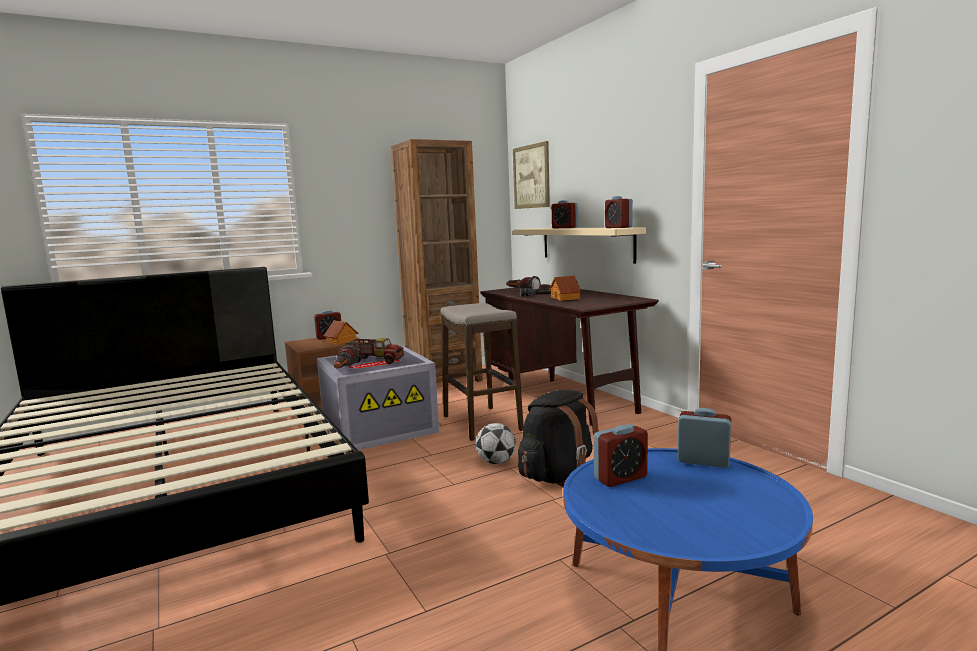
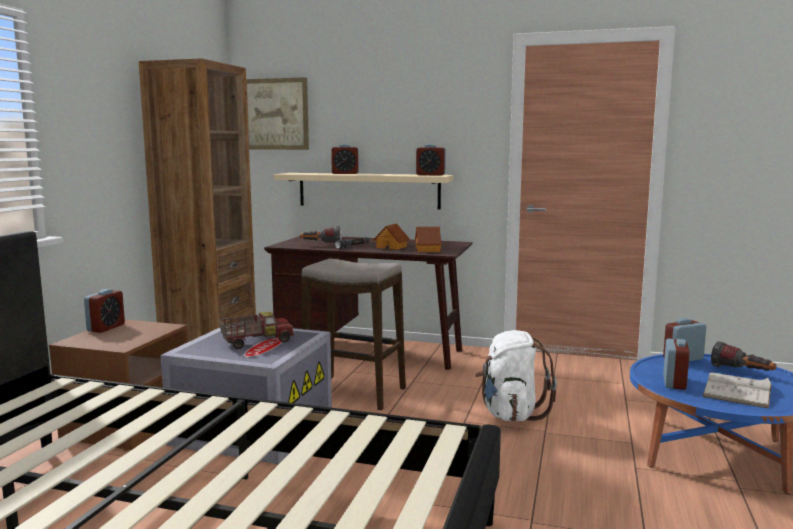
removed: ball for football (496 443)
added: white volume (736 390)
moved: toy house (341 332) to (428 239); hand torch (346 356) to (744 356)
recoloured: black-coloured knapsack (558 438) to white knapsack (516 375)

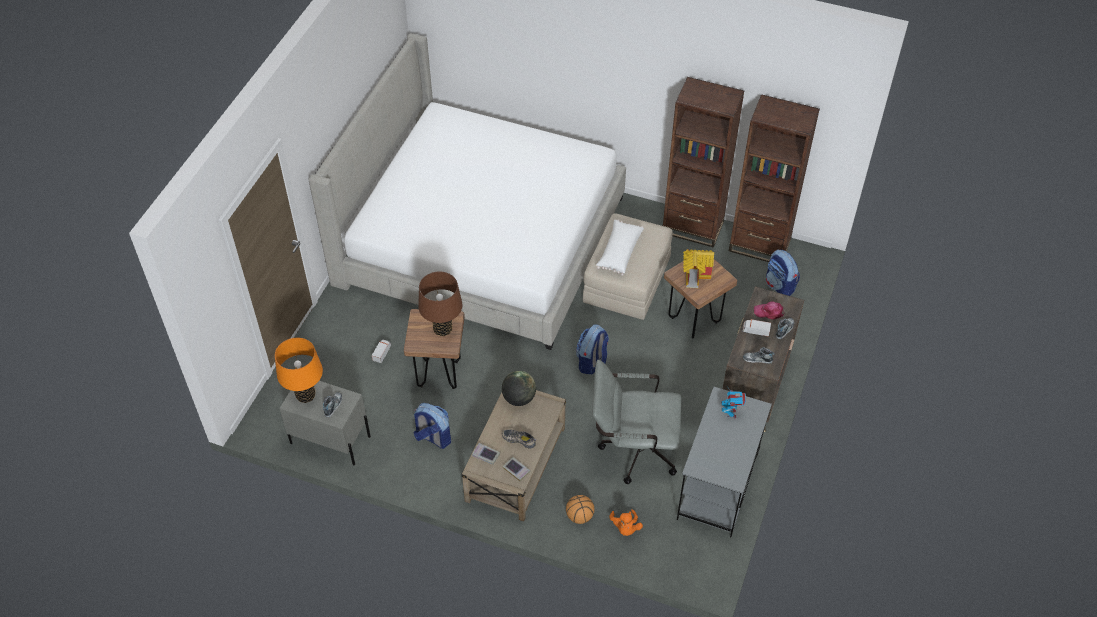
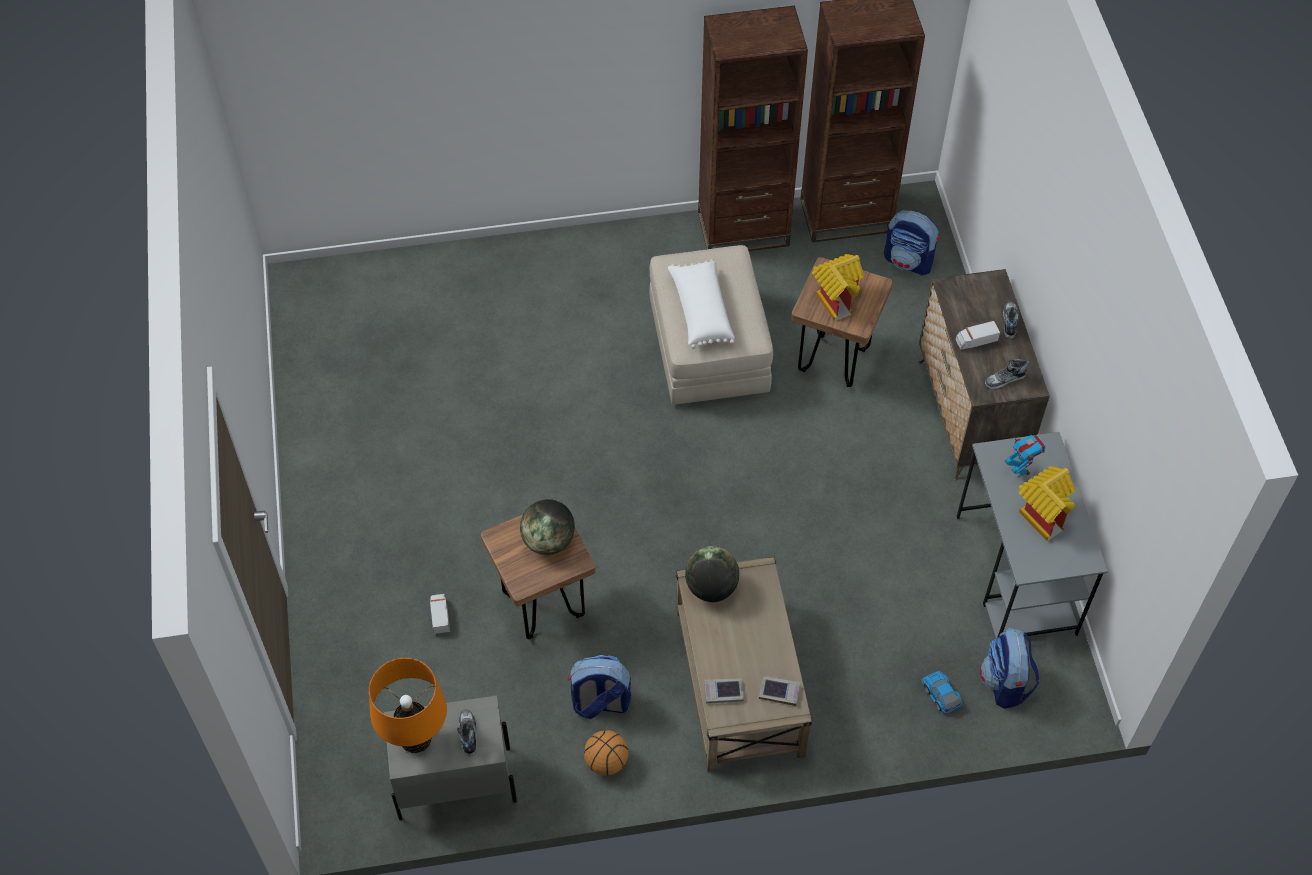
removed: bedroom bed (467 191); shoe (519 439); grey office chair (636 422); pinkish peaked cap (769 311)
added: toy house (1047 503)
moved: basketball ball (580 509) to (606 753); knapsack (592 349) to (1009 668)
replaced: brownish tabletop lamp (440 303) to desk globe (547 527); orange soft toy (626 522) to toy car (941 692)

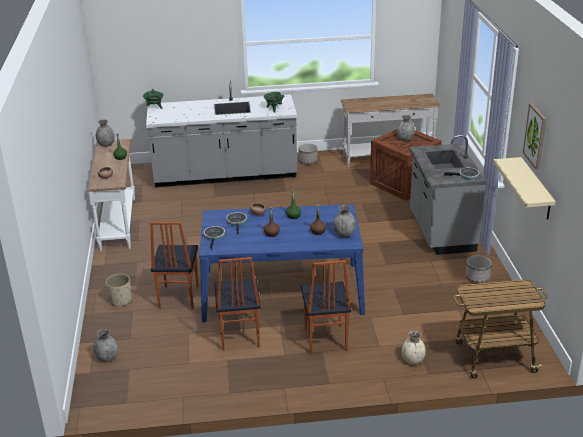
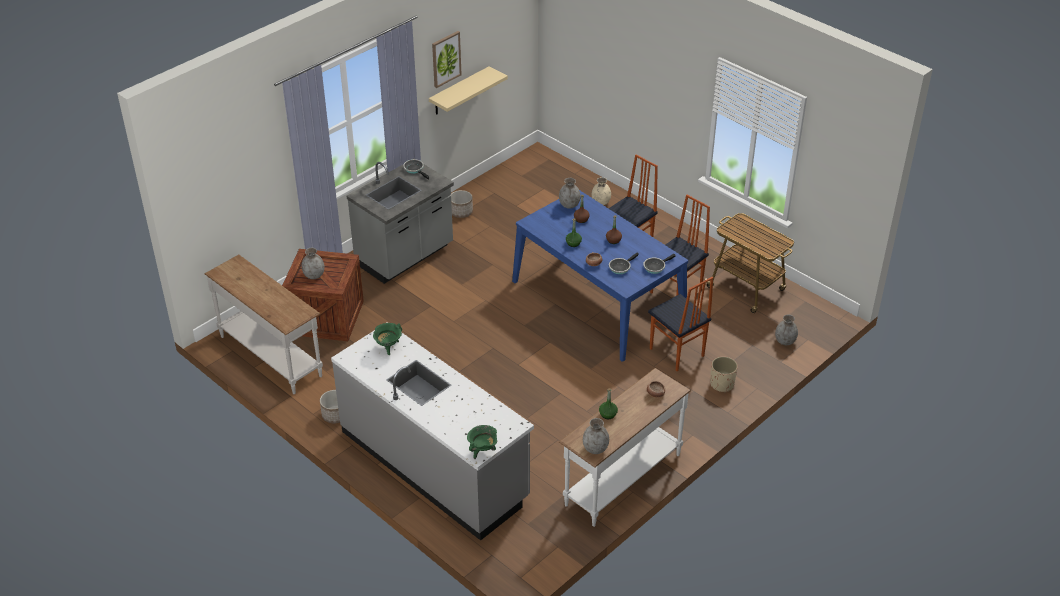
moved: cart (501 329) to (749 263)
turned: plain chair (174 265) = (680 324) 90 degrees clockwise

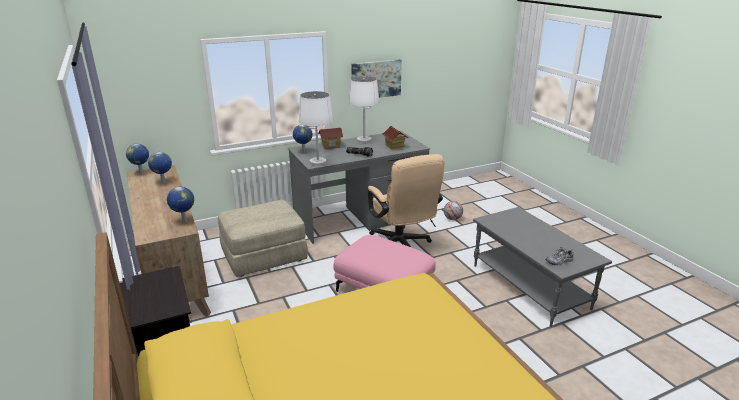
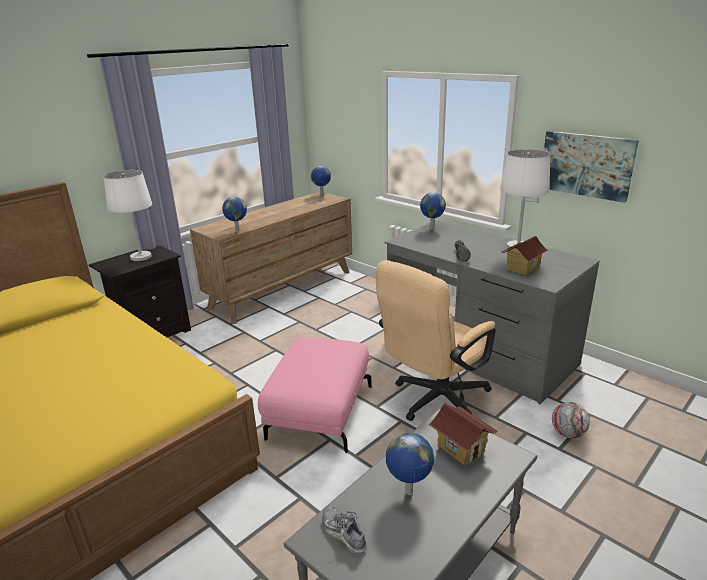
removed: beige ottoman (263 238)
moved: desk globe (160 167) to (410 464); white tabletop lamp (316 128) to (127 215); toy house (330 138) to (463 434)

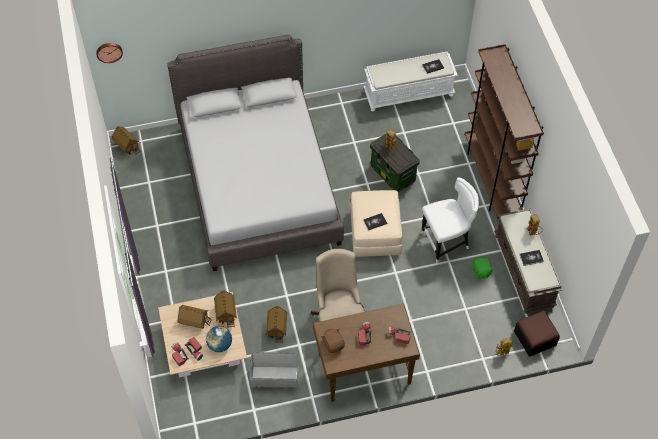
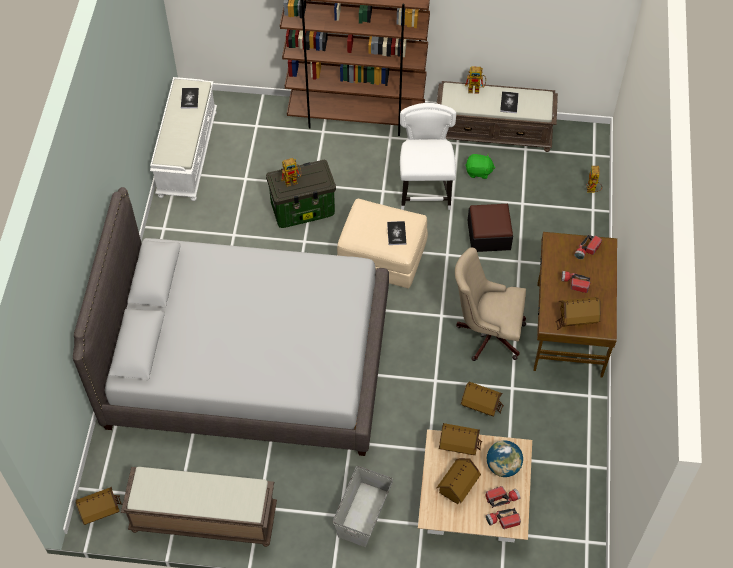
removed: clock on the wall (109 53)
added: brownish bench (199 507)
moved: grey storage box (274 369) to (363 506); ottoman (537 334) to (490 228)
replaced: brownish soft toy (333 340) to toy house (578 313)

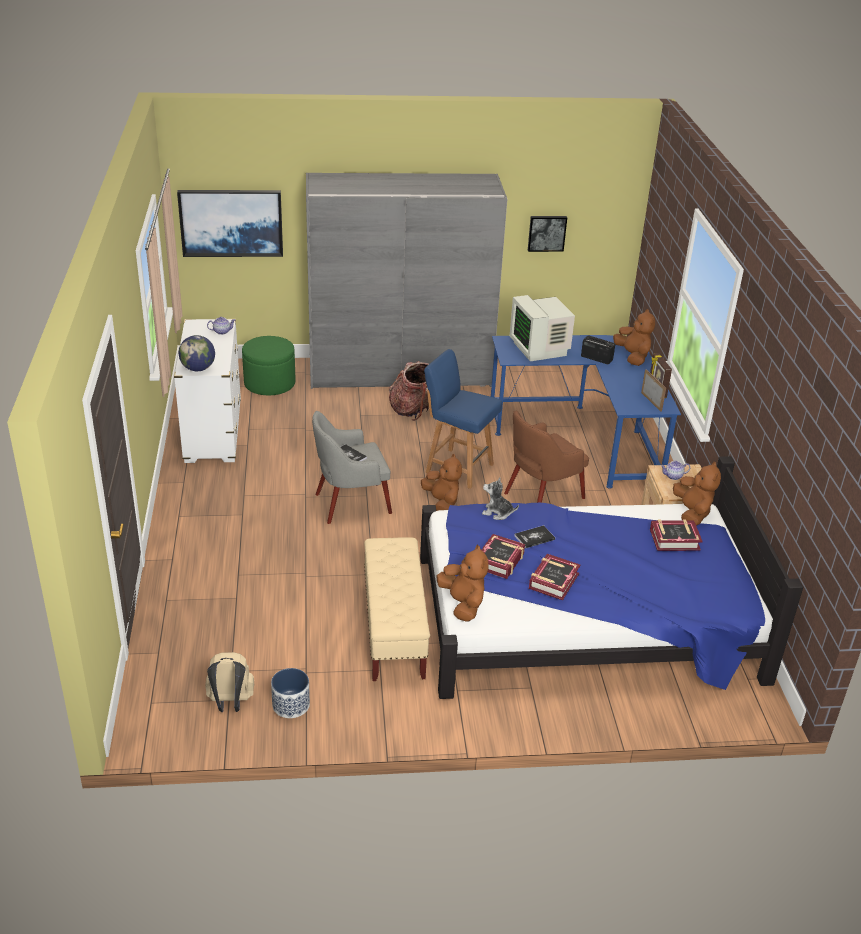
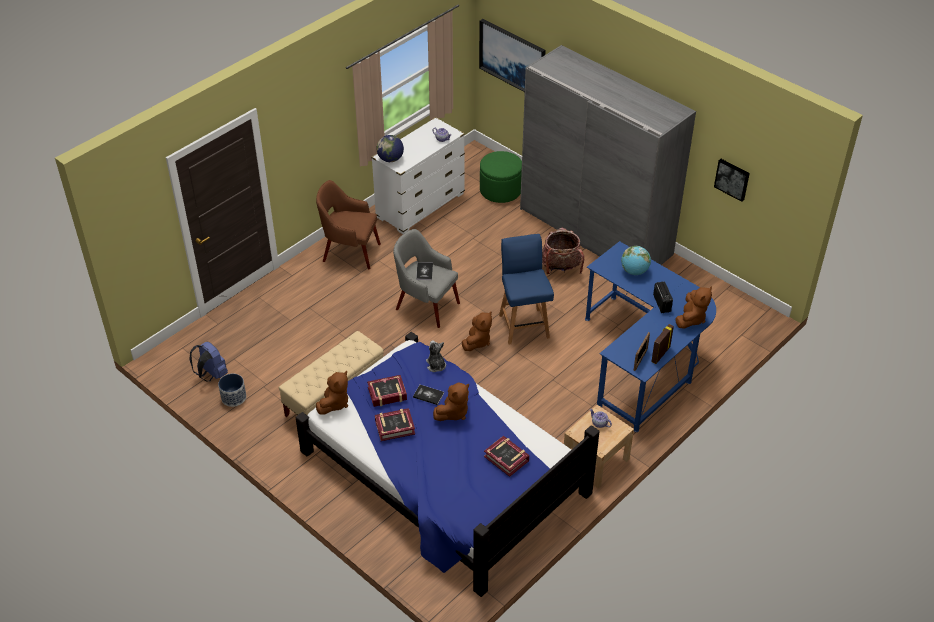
moved: brownish easy chair (546 457) to (348 224); brownish soft toy (697 493) to (451 401)
replaced: monitor (542 328) to desk globe (636 260)
recoloured: beige knapsack (229 682) to blue-coloured knapsack (208 361)

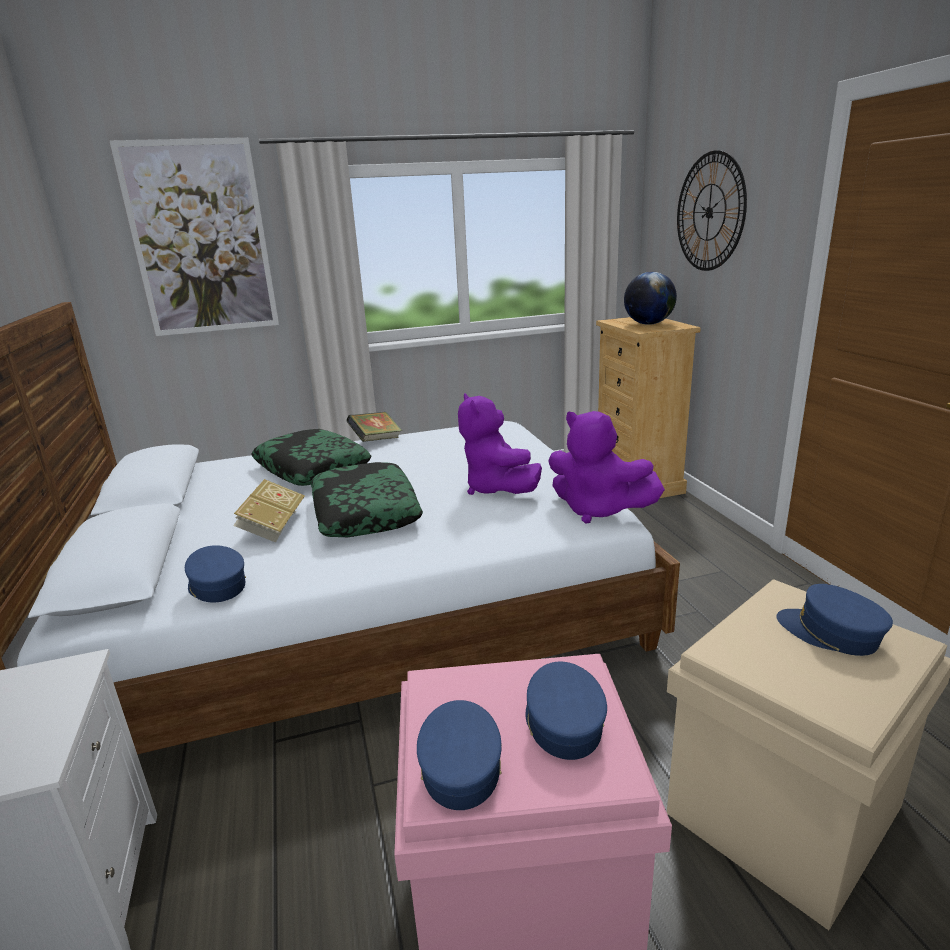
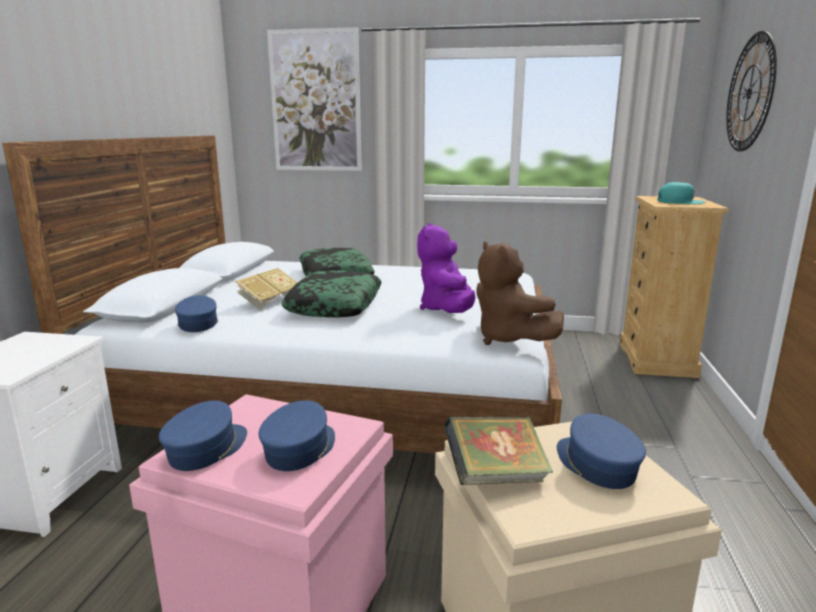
moved: volume (374 427) to (498 451)
replaced: desk globe (650 298) to blue-green peaked cap (681 193)
recoloured: purple-coloured soft toy (606 467) to brownish soft toy (520 293)

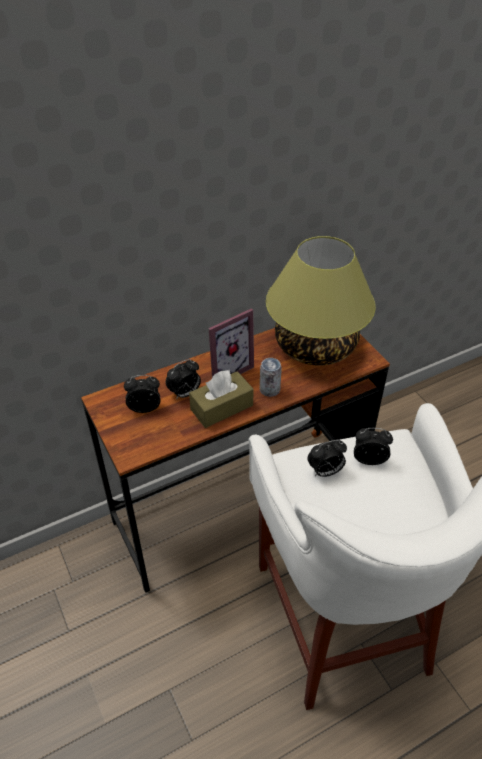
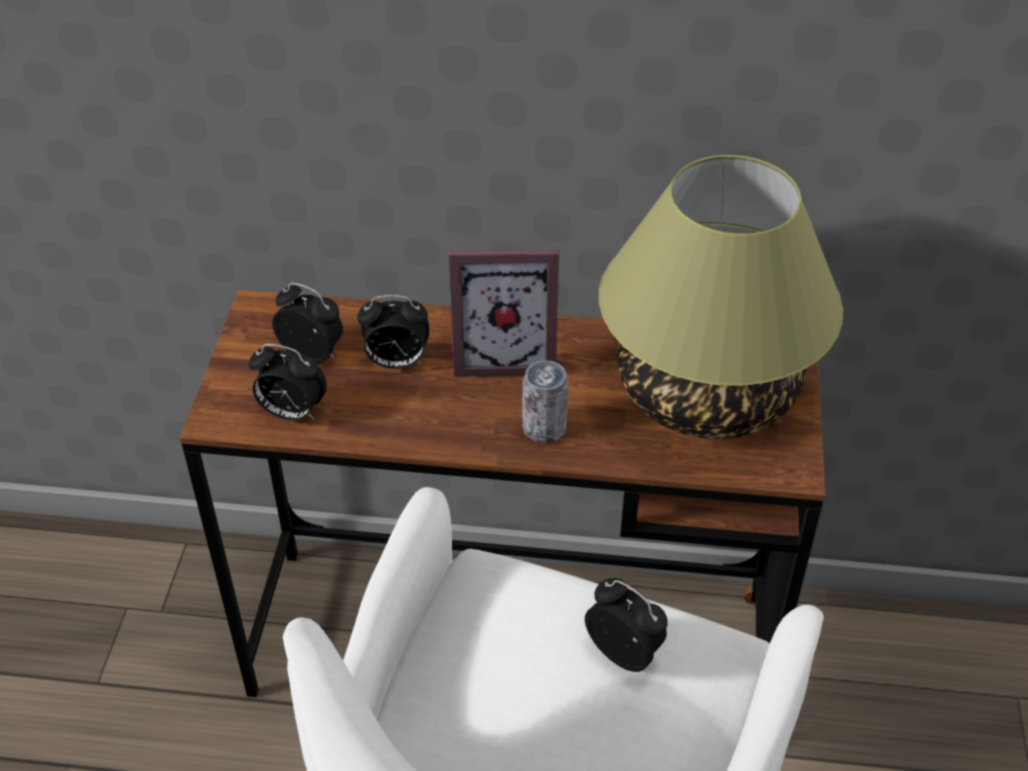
removed: brownish tissue holder (221 399)
moved: bedside clock (327 458) to (288 382)

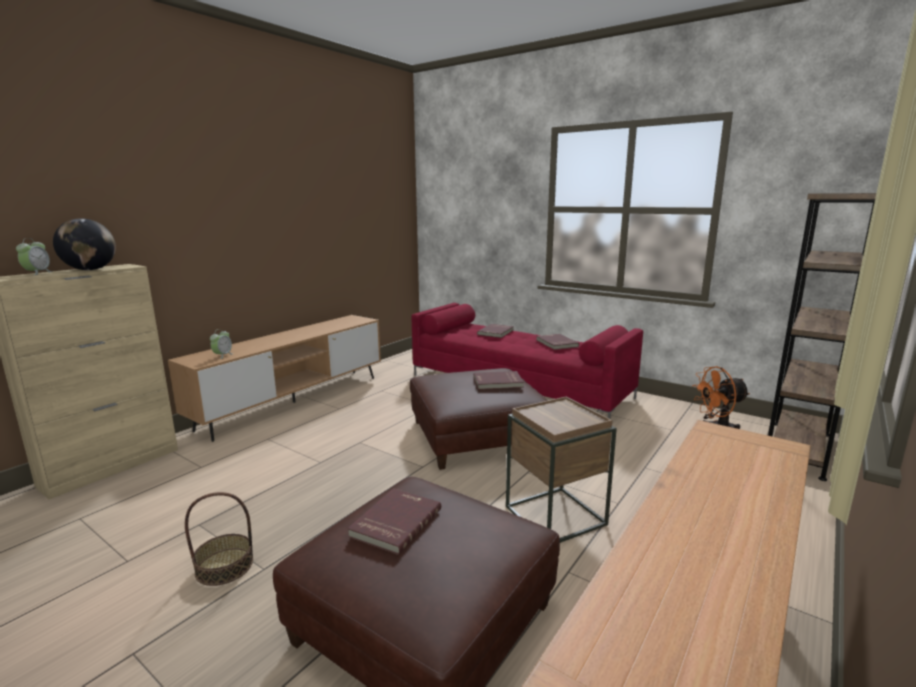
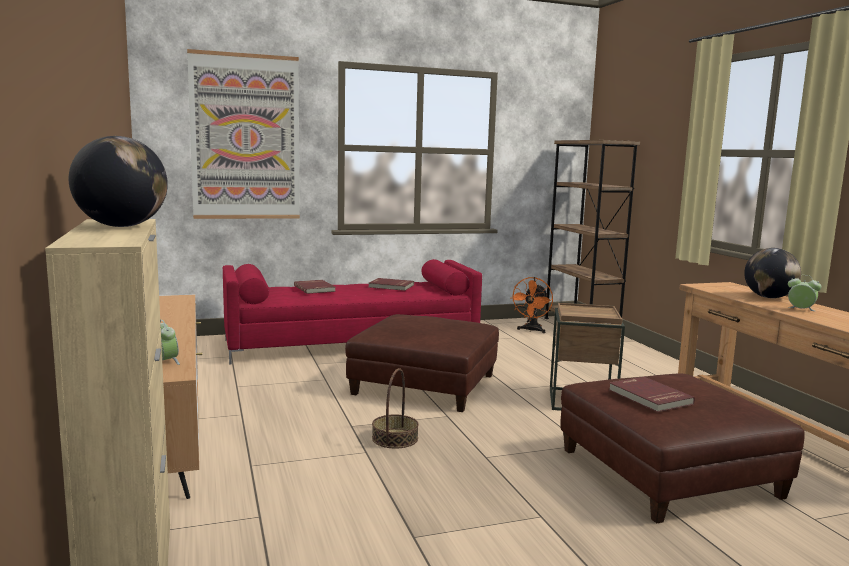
removed: reddish volume (499 380)
added: wall art (243 134); desk globe (772 273)
moved: bedside clock (34 256) to (804 293); storage basket (219 539) to (395 408)

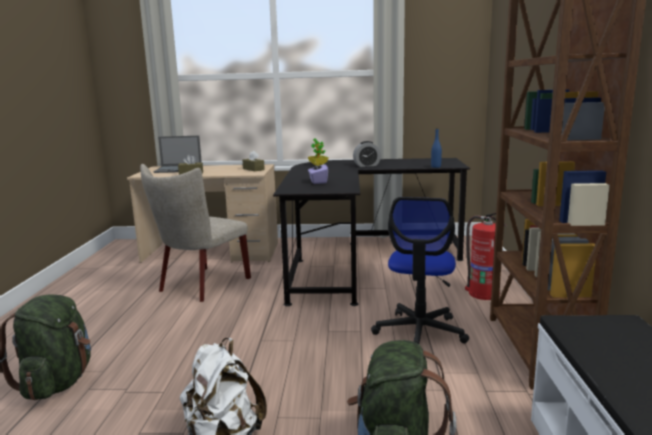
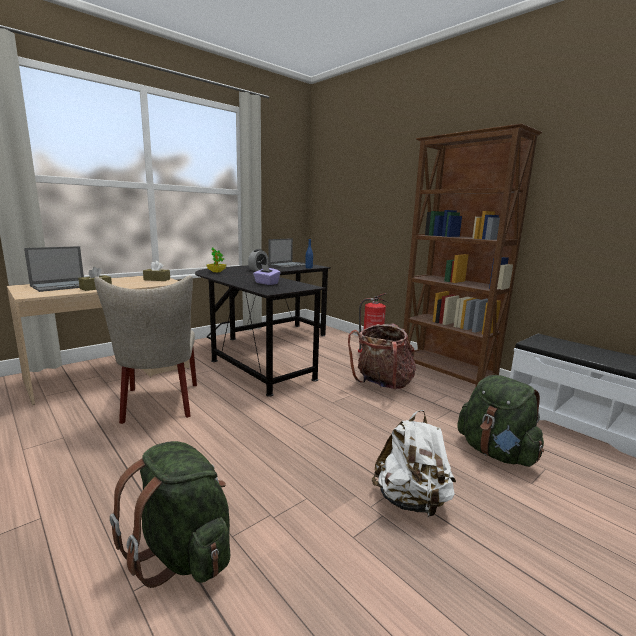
added: notebook computer (287 253)
replaced: office chair (420 270) to knapsack (382 356)

